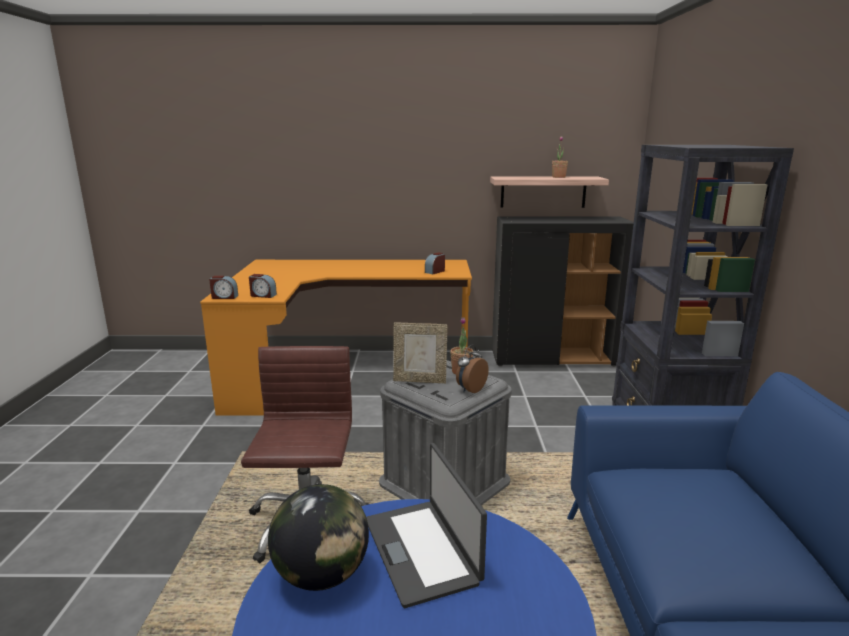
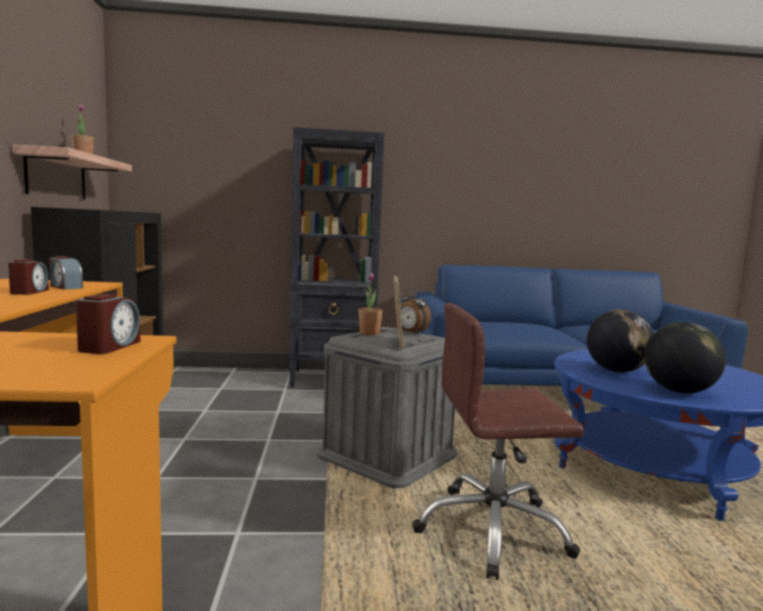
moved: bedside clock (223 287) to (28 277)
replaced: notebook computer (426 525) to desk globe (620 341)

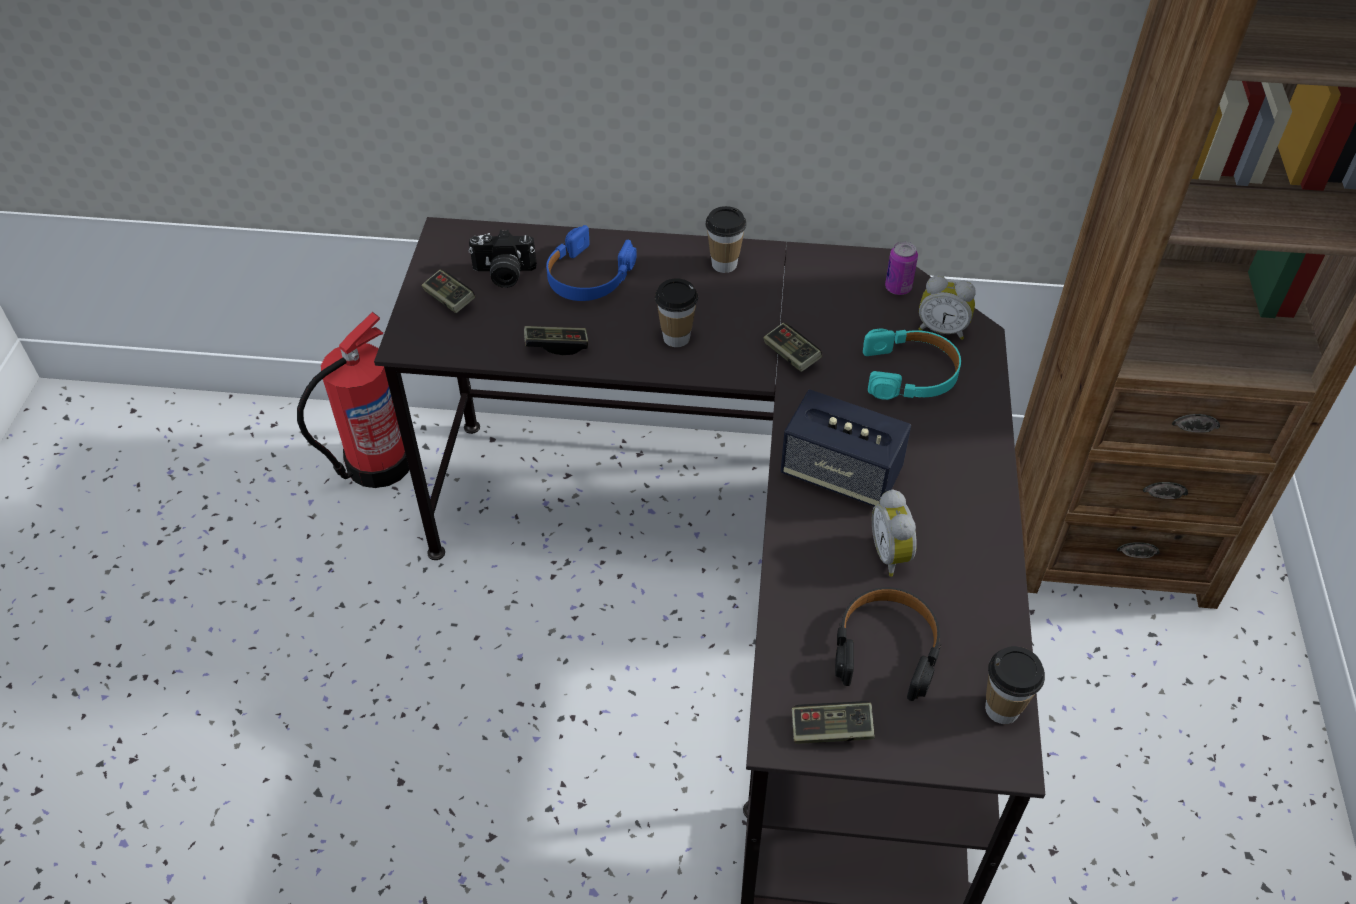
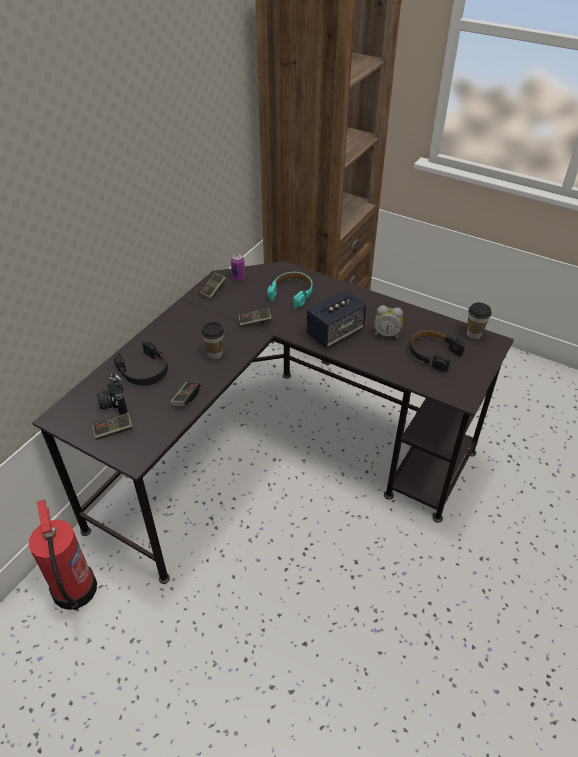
removed: small cup (726 239); bedside clock (947 307)
moved: gamepad (833 722) to (212 286)
recoloured: blue-coloured headset (591 263) to black-coloured headset (141 363)
turned: photo camera (502 259) = (112 394) 135 degrees clockwise

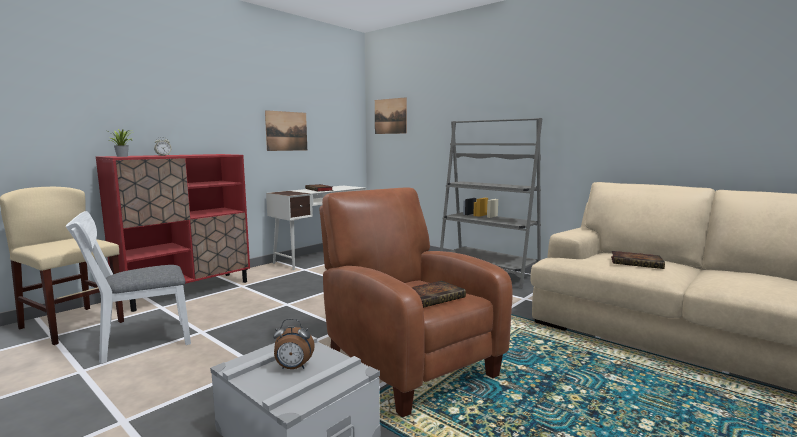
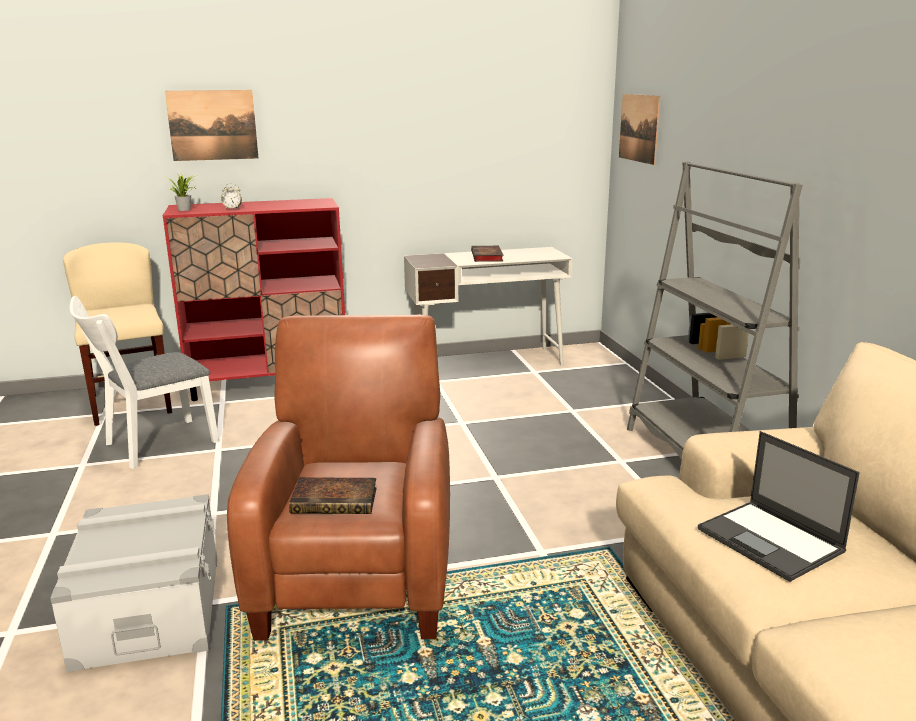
removed: bedside clock (294 344)
moved: wall art (286 130) to (211 125)
replaced: volume (638 260) to notebook computer (779 506)
turned: white plain chair (128 287) = (144 382) 45 degrees counterclockwise

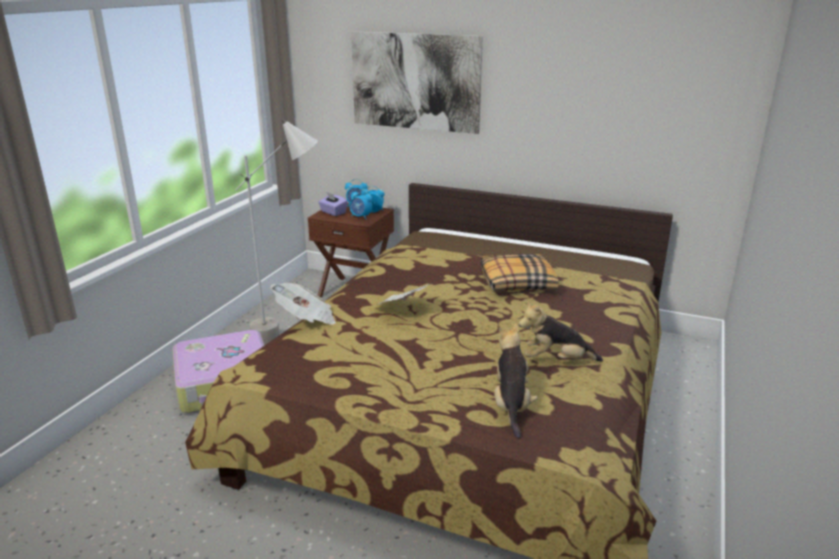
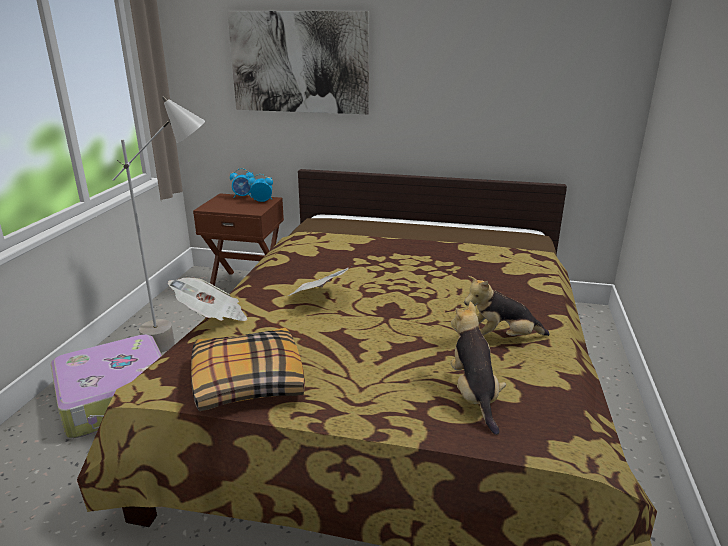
removed: purple-coloured tissue holder (333 204); bedside clock (360 204)
moved: throw pillow (519 273) to (248 369)

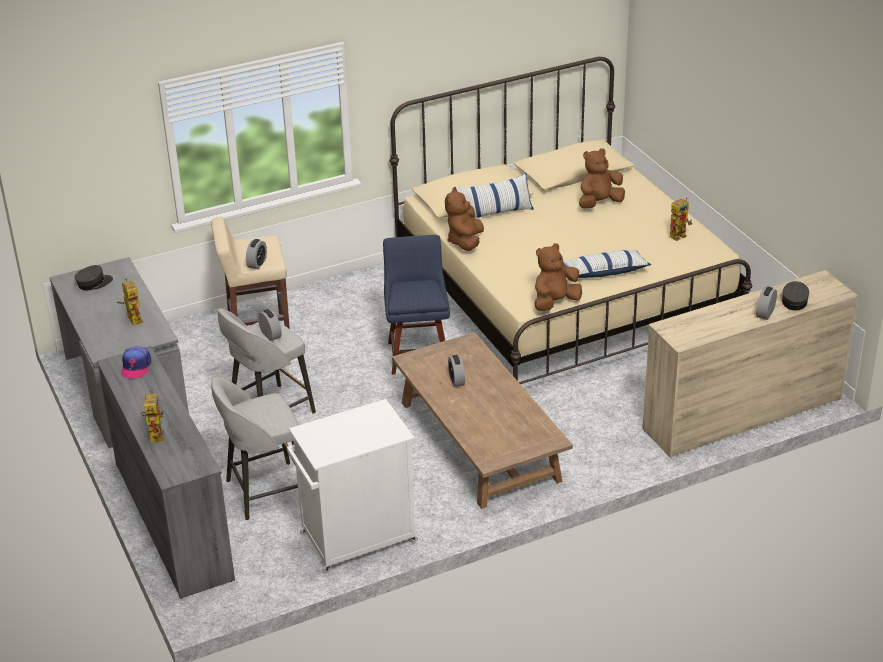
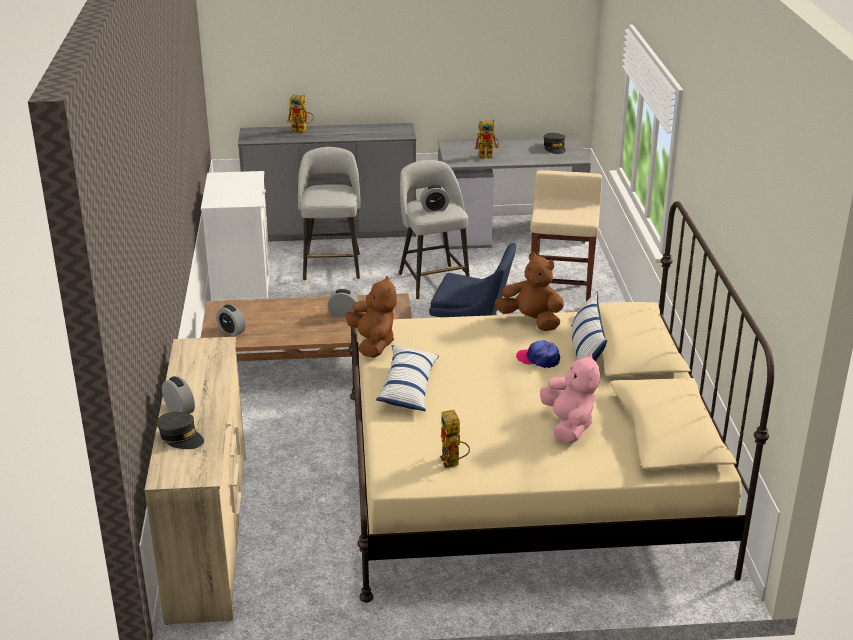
moved: peaked cap (136 362) to (538 354); bedside clock (256 254) to (231 320)
recoloured: brownish soft toy (602 178) to pinkish soft toy (570 398)

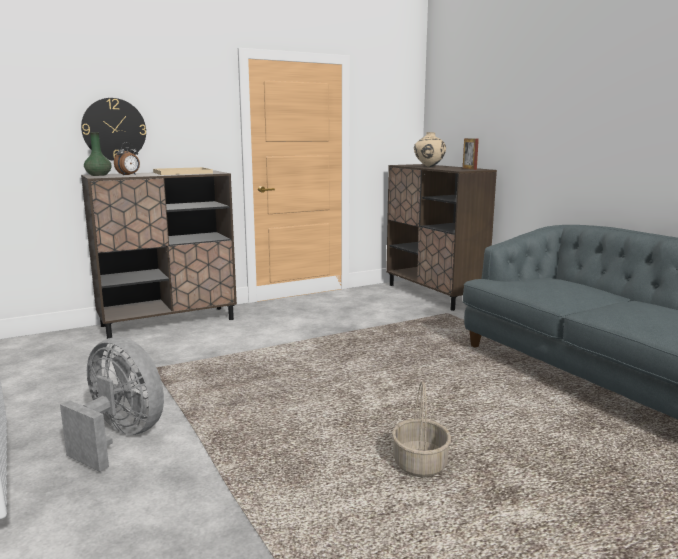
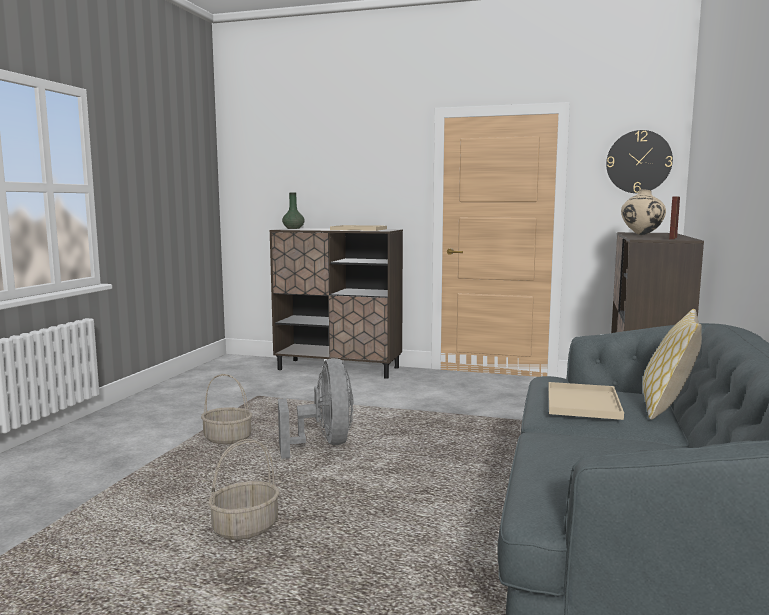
removed: bedside clock (127 159)
added: storage basket (226 409); beige tray (586 401); throw pillow (672 364)
moved: grey fan (112 404) to (315 408); clock on the wall (113 129) to (639 161)

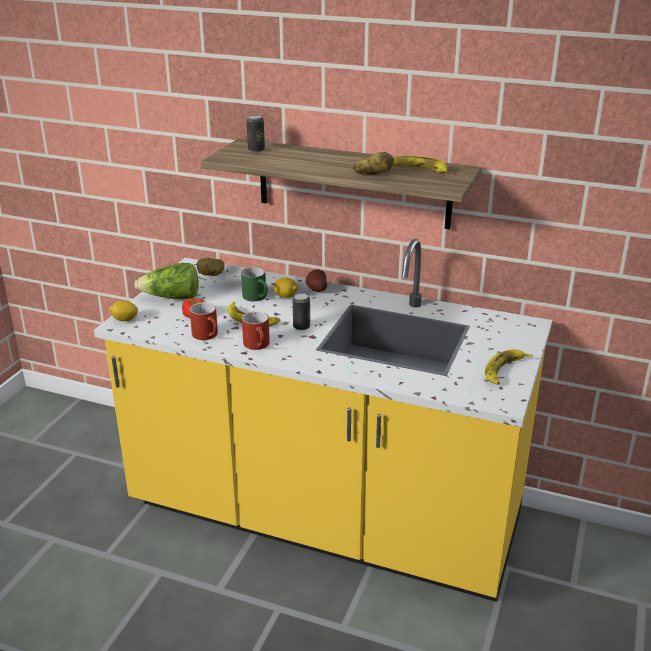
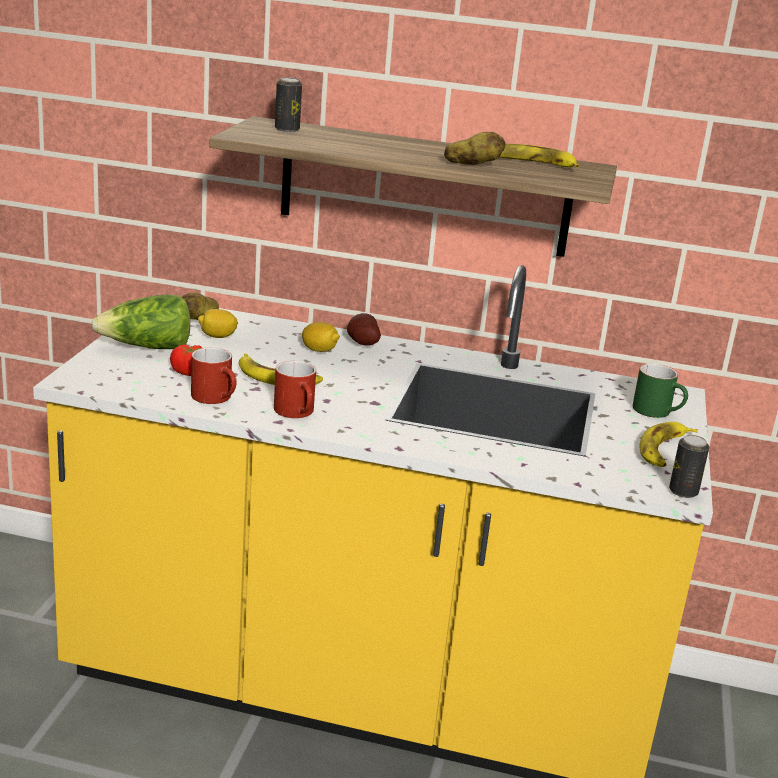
moved: whole lemon (123 311) to (218 323); greenish coffee mug (254 284) to (660 391); sealed can (301 311) to (689 466)

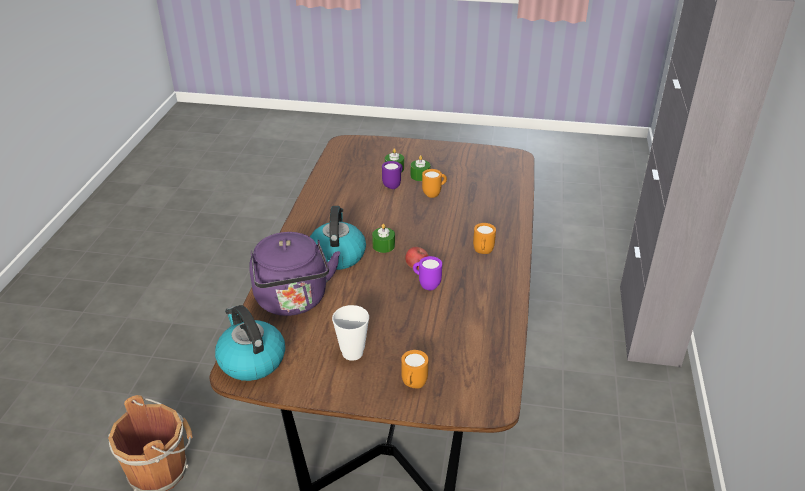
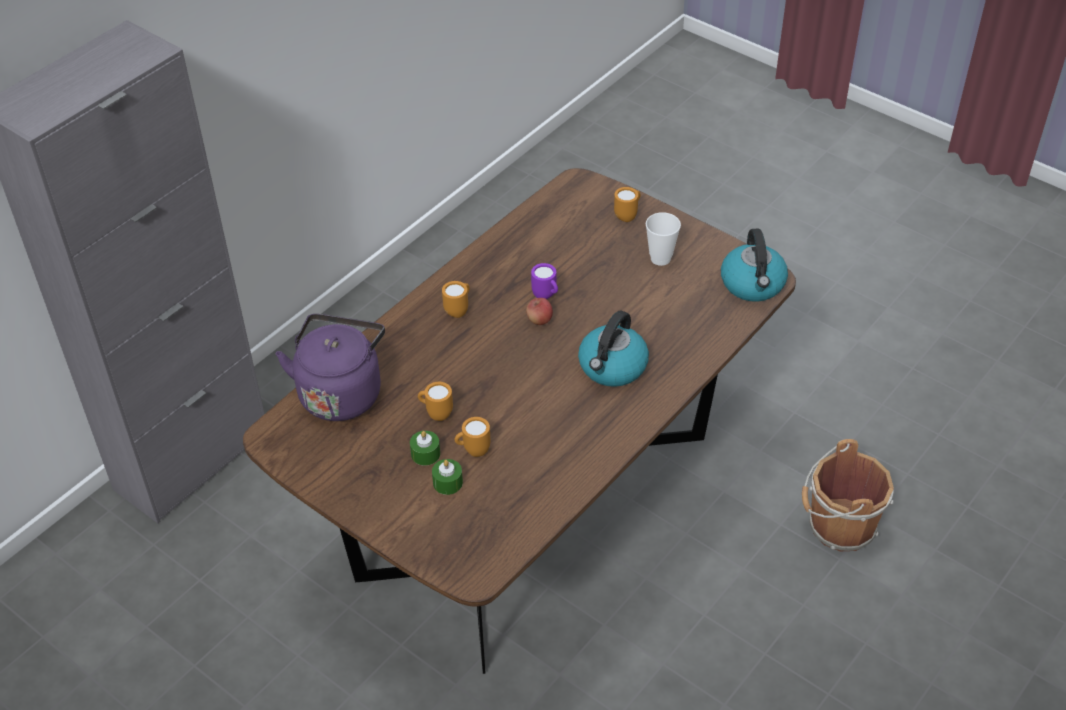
removed: greenish candle (383 238)
moved: purple-coloured tea kettle (294 274) to (330 367)
recoloured: purple-coloured coffee mug (392 175) to orange coffee mug (473 437)

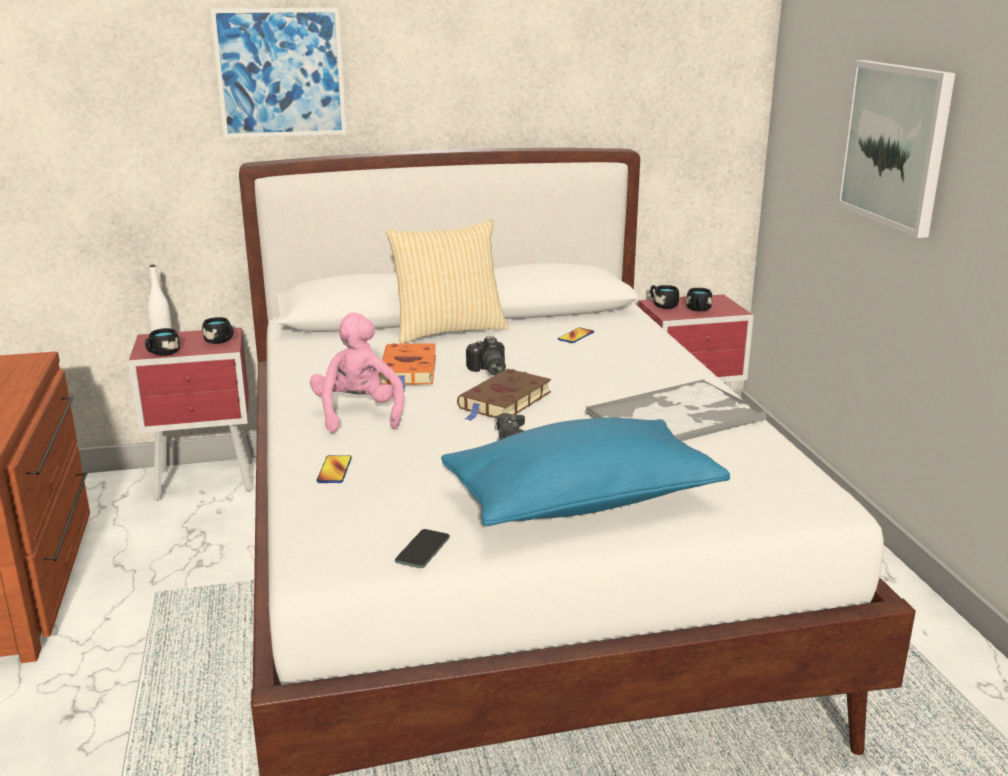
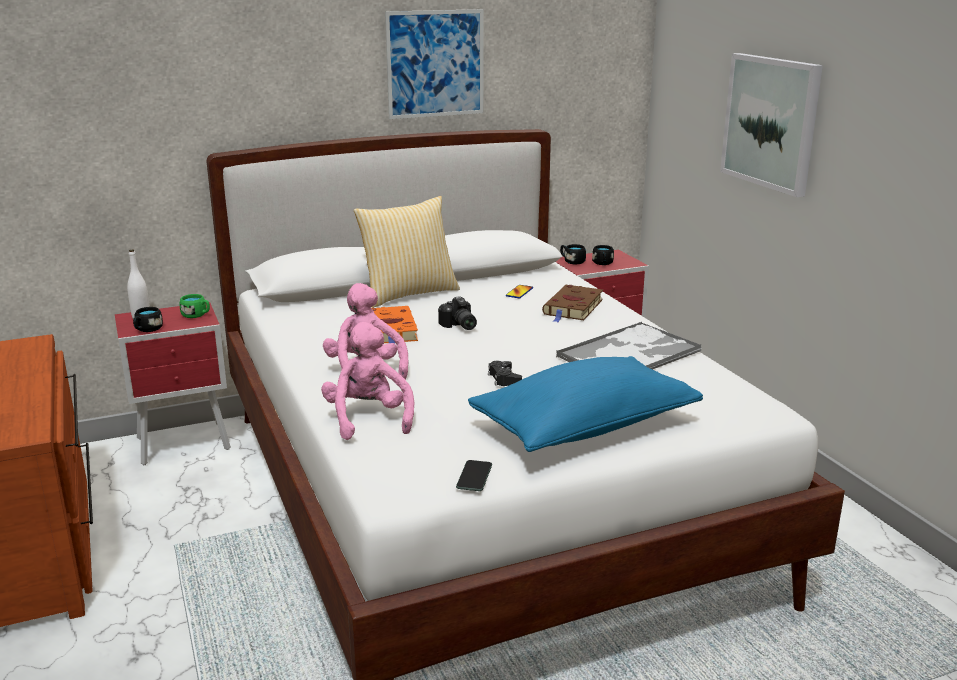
moved: wall art (278 73) to (434 64); brownish volume (504 395) to (572 303)
replaced: handset (334 469) to pinkish soft toy (367 381)
recoloured: black-coloured coffee mug (218 330) to greenish coffee mug (195 306)

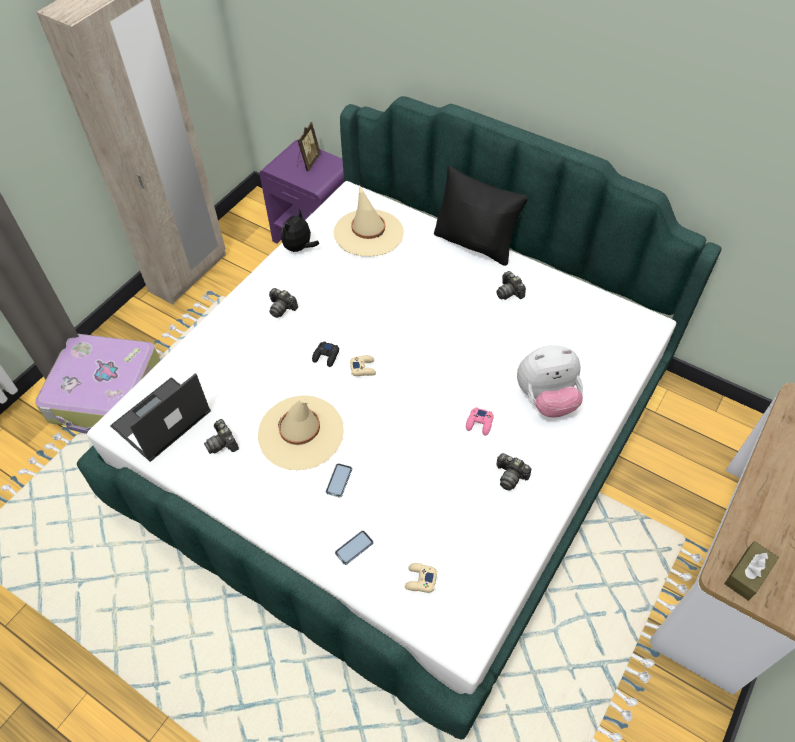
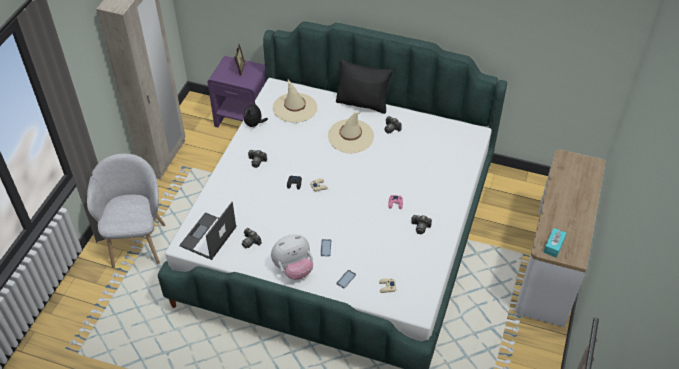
moved: beige wearable hat (301 432) to (351 132); soft toy (550 381) to (292 257)
replaced: travel case (97 384) to grey easy chair (126 211)
recoloured: brownish tissue holder (751 571) to blue-green tissue holder (555 243)

